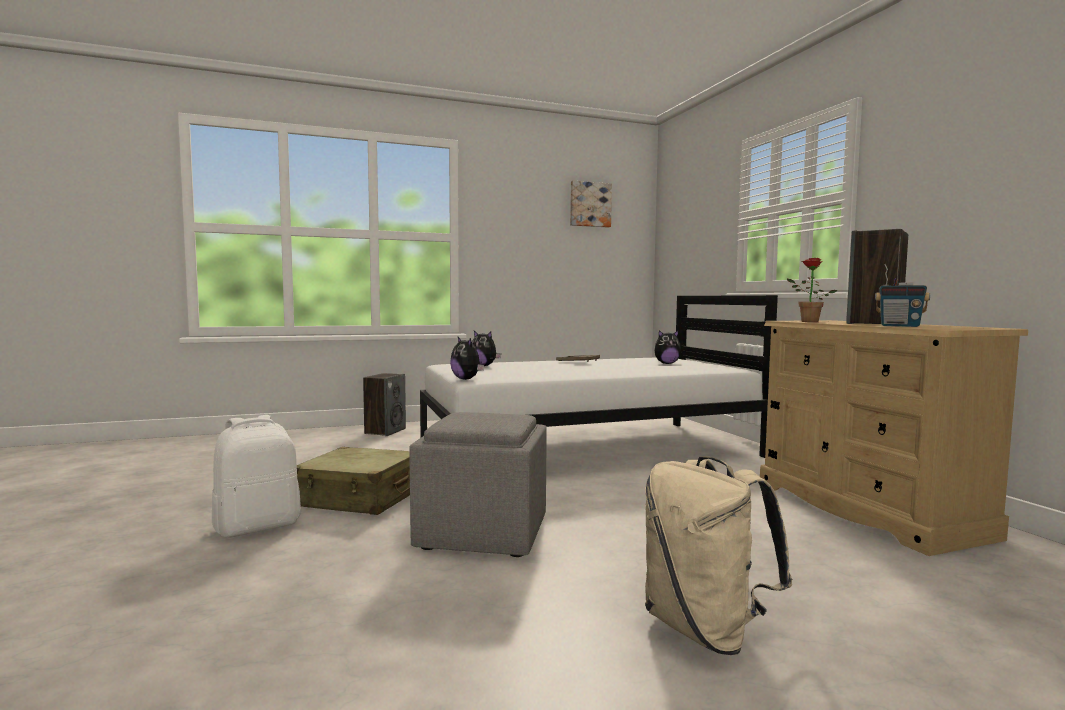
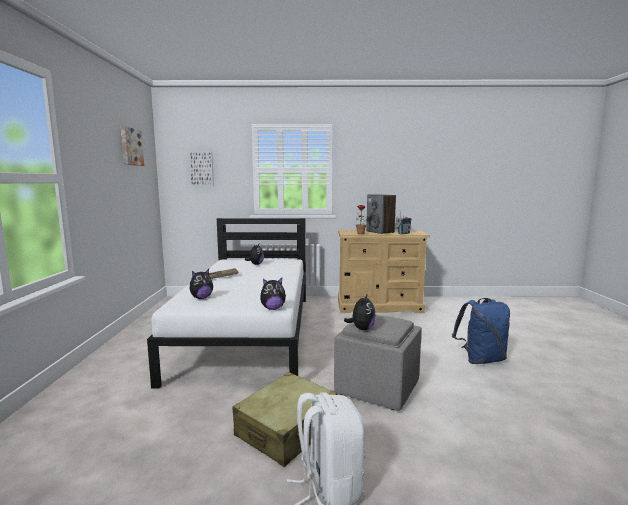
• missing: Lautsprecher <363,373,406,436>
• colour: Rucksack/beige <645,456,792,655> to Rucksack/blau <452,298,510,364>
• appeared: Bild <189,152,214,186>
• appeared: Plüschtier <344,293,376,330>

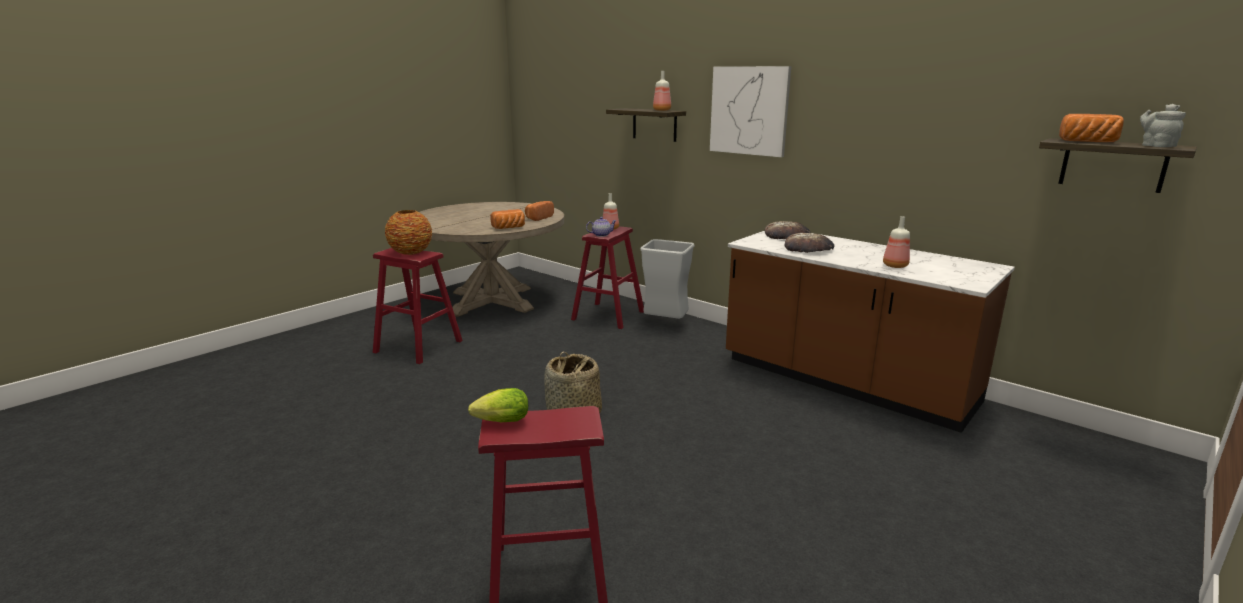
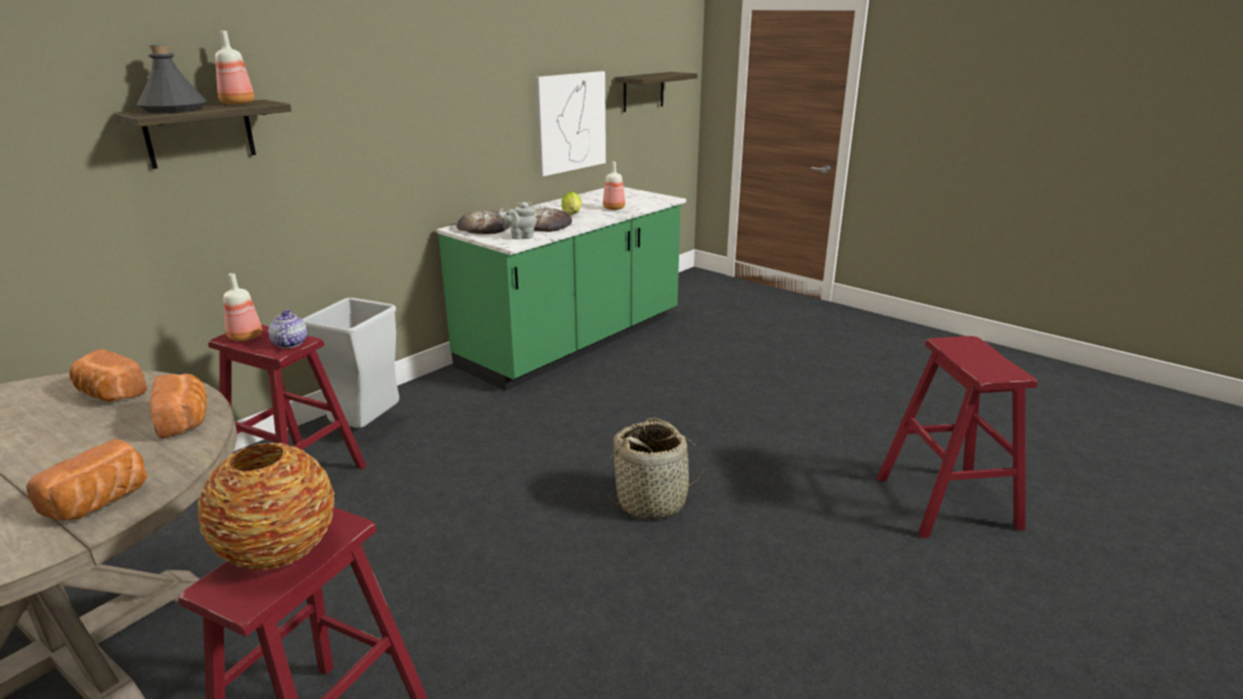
• relocated: Bild <710,66,791,157> to <535,71,606,176>
• relocated: Teekanne/grau <1140,104,1186,147> to <498,202,537,239>
• relocated: Brot <1059,114,1124,142> to <26,439,147,521>
• colour: Küchenzeile/braun <726,231,1015,433> to Küchenzeile/grün <437,187,686,391>
• relocated: Salatkopf <468,388,528,422> to <561,192,582,215>
• appeared: Flasche/grau <137,45,207,113>

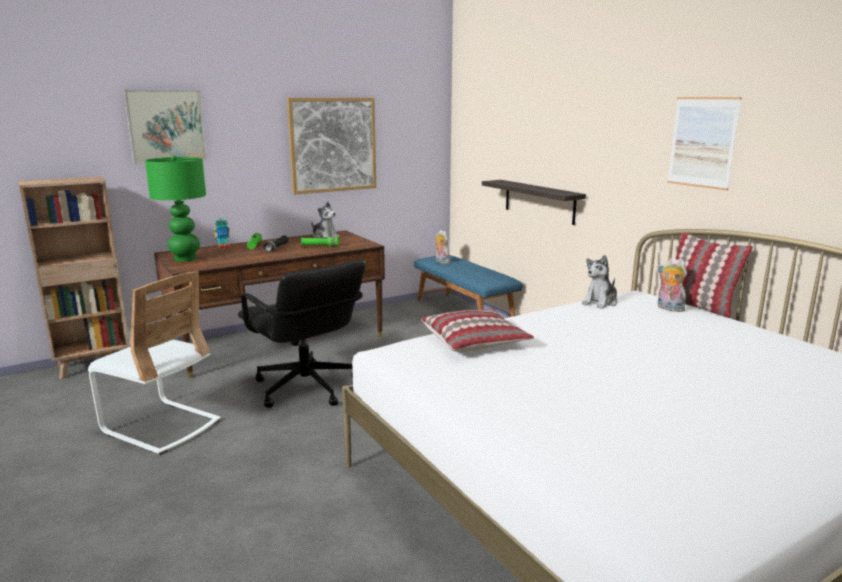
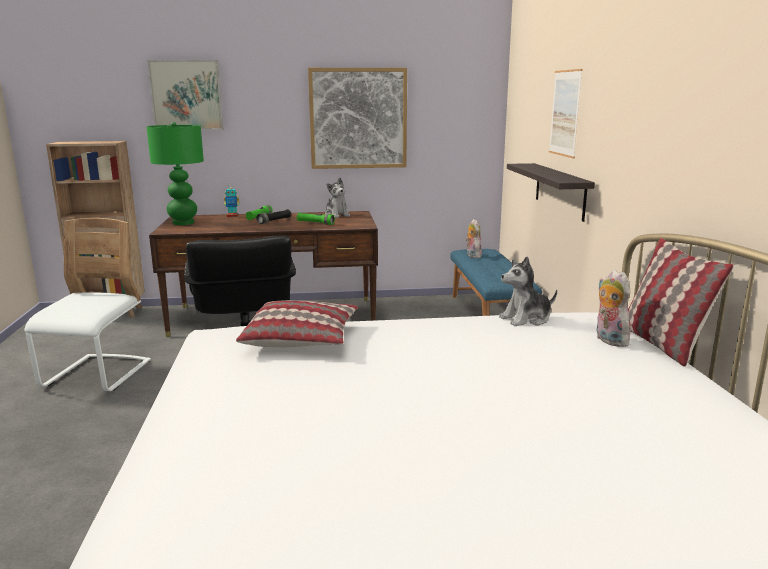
• relocated: Bild <667,97,742,190> to <549,69,582,159>
• spun: Stuhl/weiß <88,271,221,455> = <24,218,151,391> 135 degrees counterclockwise

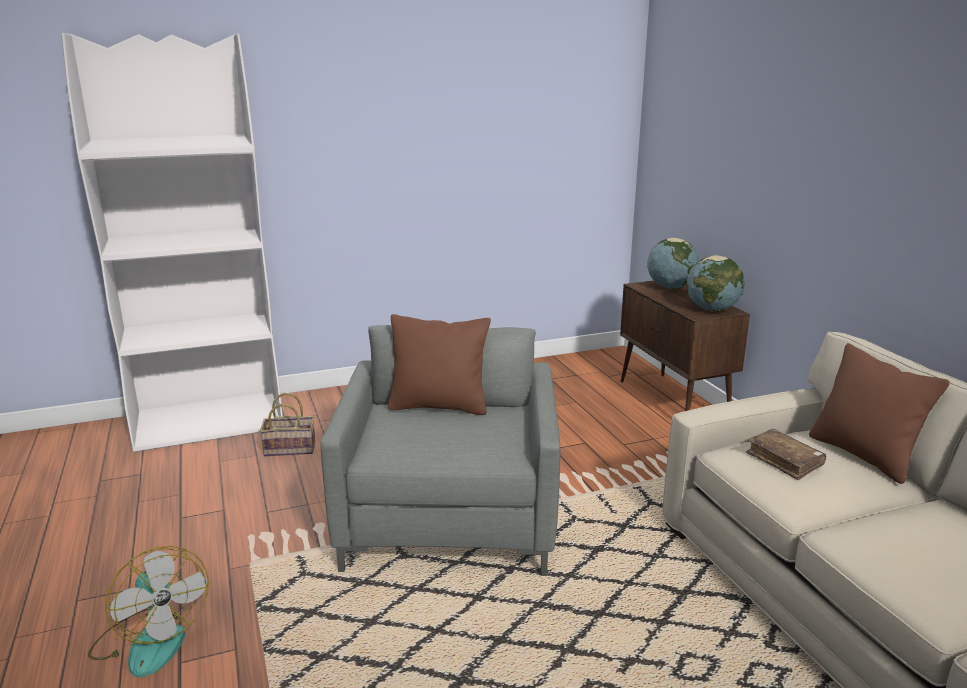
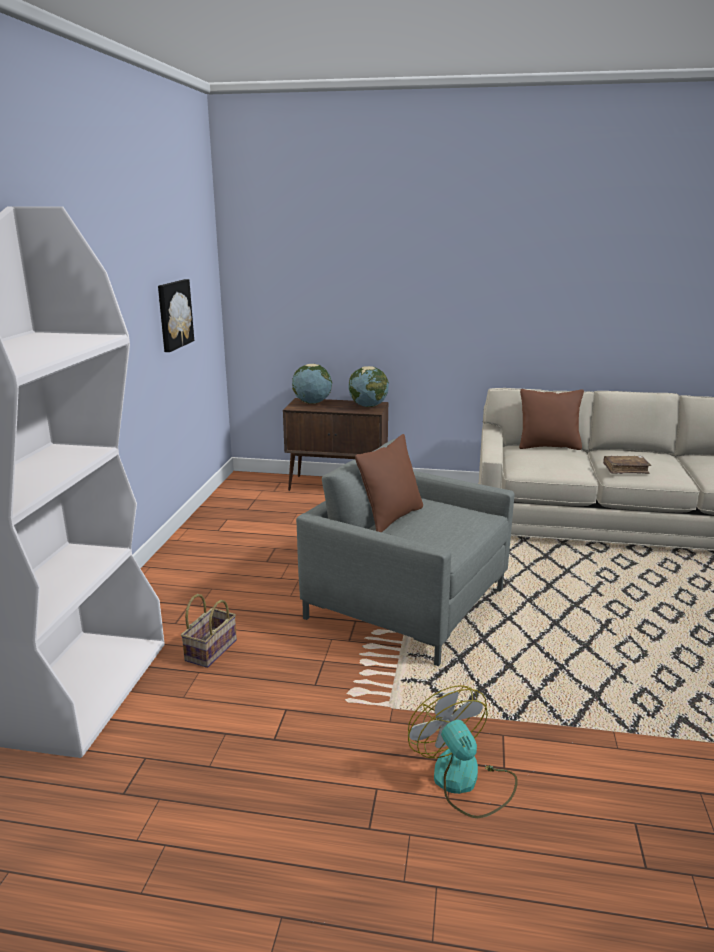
• relocated: Buch/braun <746,429,826,480> to <603,456,651,474>
• spun: Ventilator <88,546,209,677> = <408,685,518,818> 105 degrees counterclockwise
• appeared: Bild <158,279,194,352>

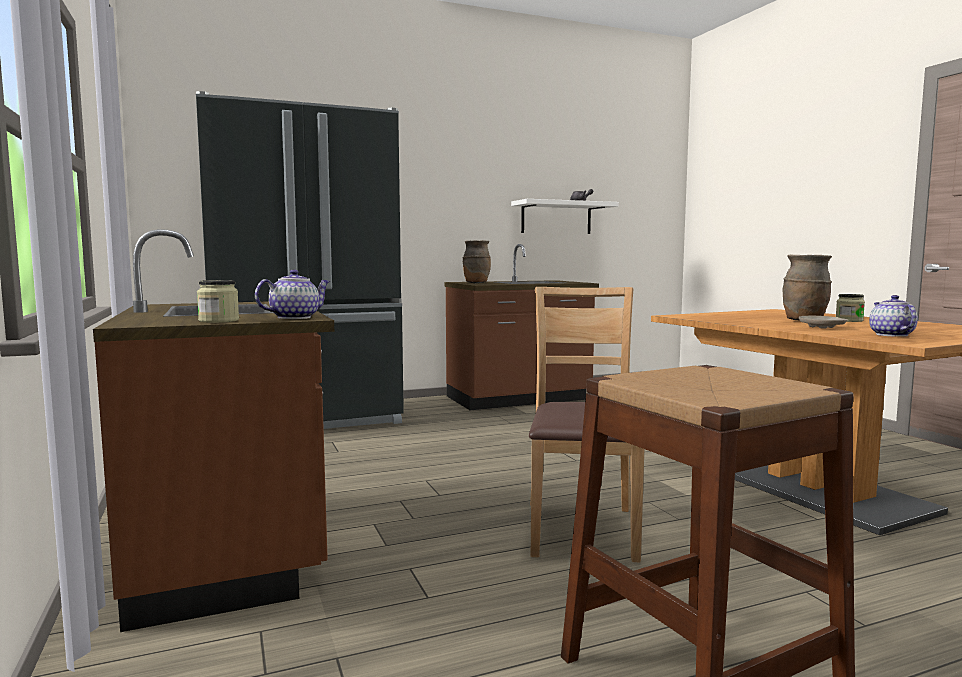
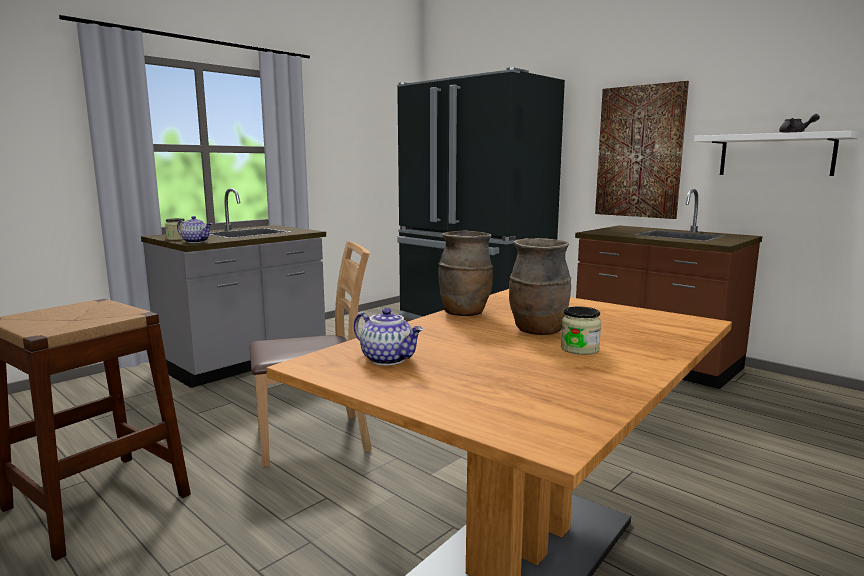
• colour: Küchenzeile/braun <93,229,334,632> to Küchenzeile/grau <141,188,326,388>
• relocated: Vase/braun <463,240,491,283> to <438,230,493,316>
• spun: Teekanne <869,295,918,337> = <354,308,423,366> 60 degrees clockwise
• missing: Teller/beige <799,316,847,329>
• appeared: Bild <595,81,689,219>

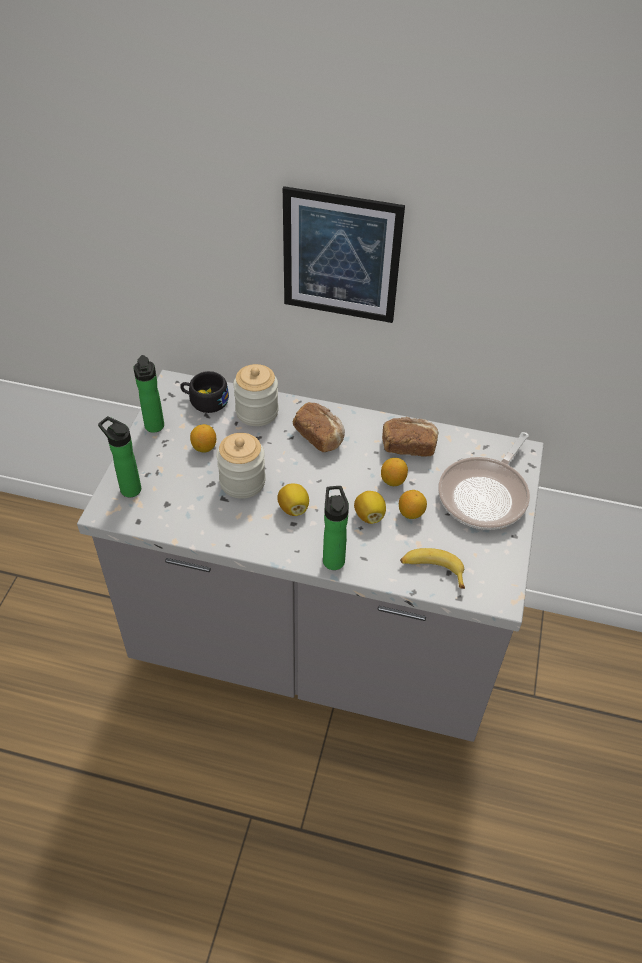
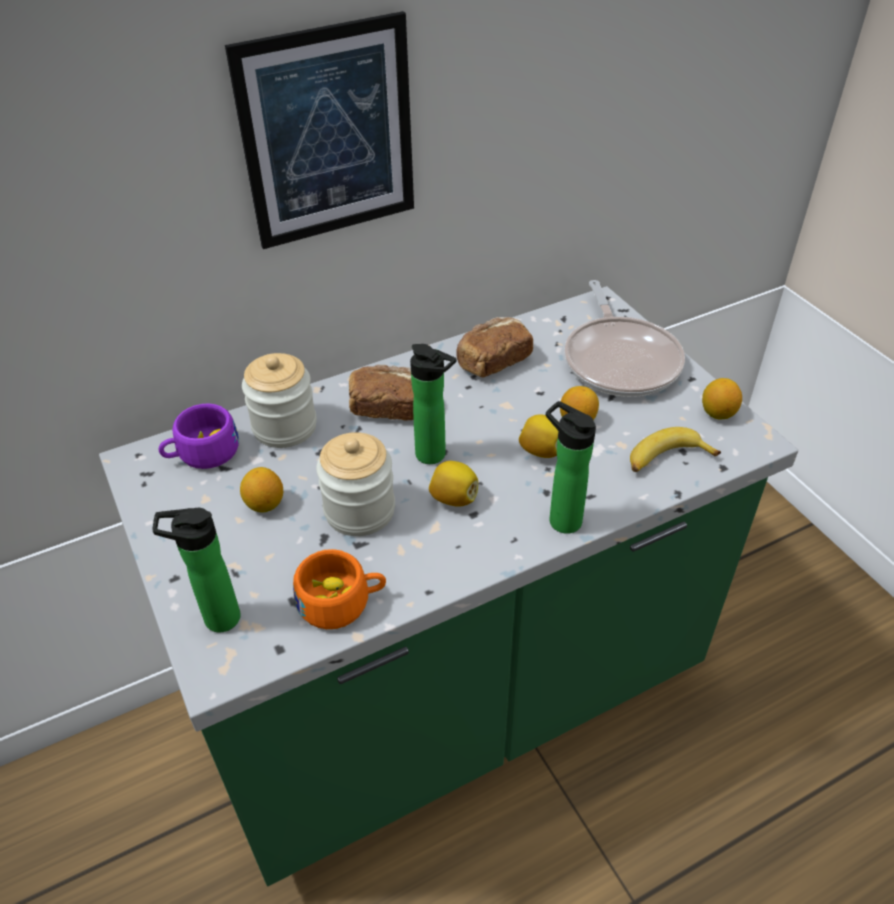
• relocated: Flasche <133,355,164,433> to <410,344,457,464>
• colour: Küchenzeile/grau <77,370,544,742> to Küchenzeile/grün <99,286,798,886>
• colour: Tasse/schwarz <180,371,229,413> to Tasse/lila <159,404,239,469>
• relocated: Zitrone <381,458,408,486> to <702,378,742,420>
• appeared: Tasse/orange <293,549,386,629>

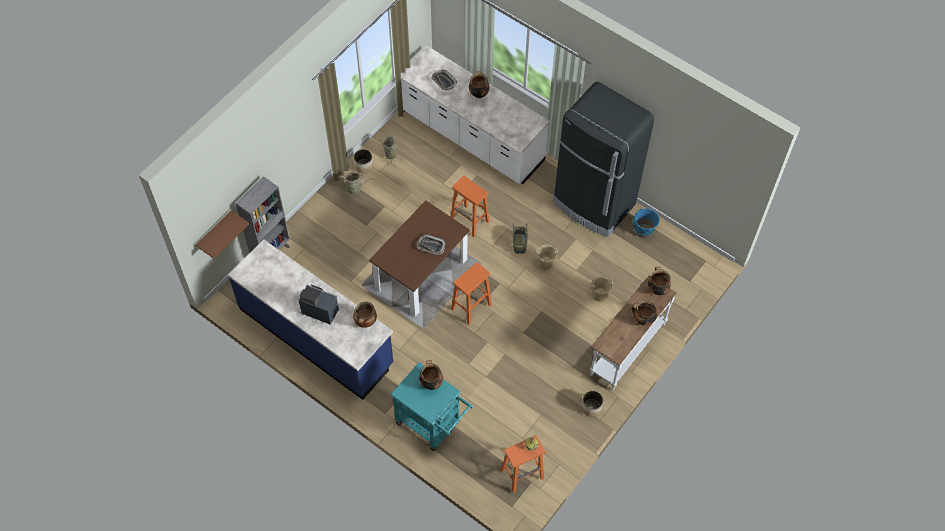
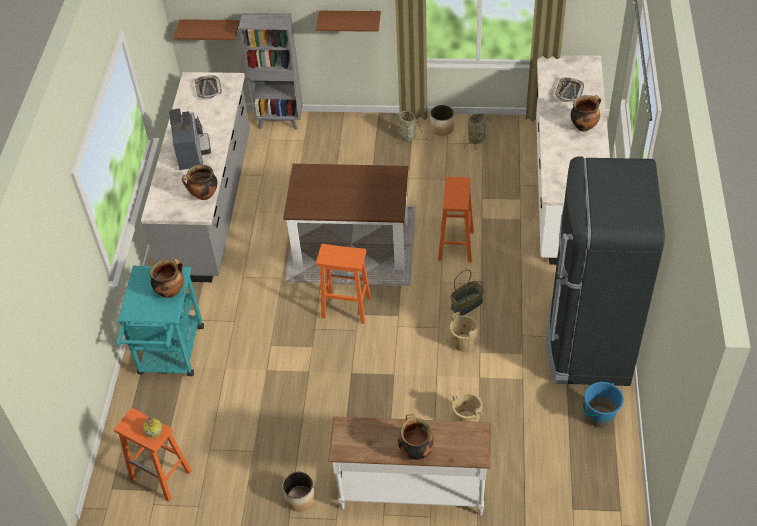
• relocated: Tablett <417,234,445,255> to <194,75,222,99>
• colour: Küchenzeile/blau <228,240,393,400> to Küchenzeile/grau <141,72,250,282>
• missing: Kochtopf <648,267,671,295>
• appeared: Wandregal/braun <316,11,381,32>

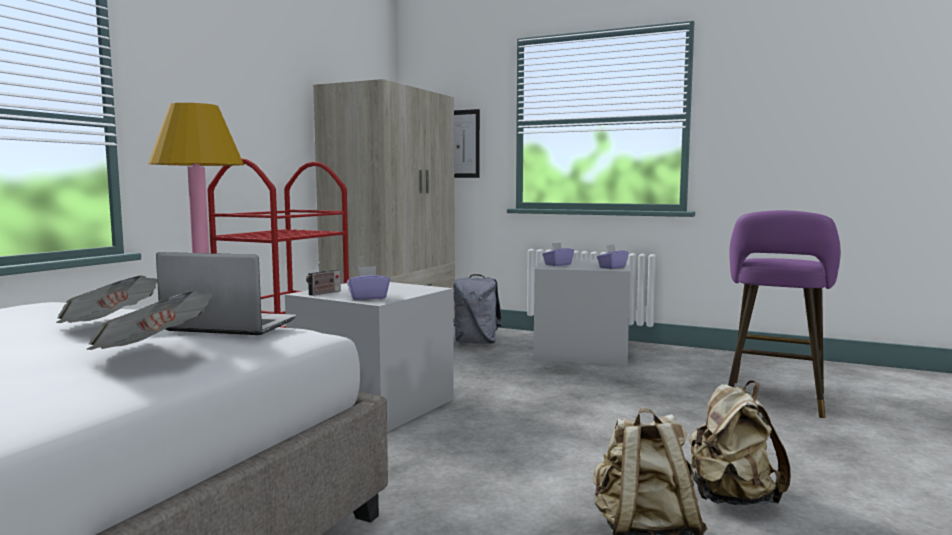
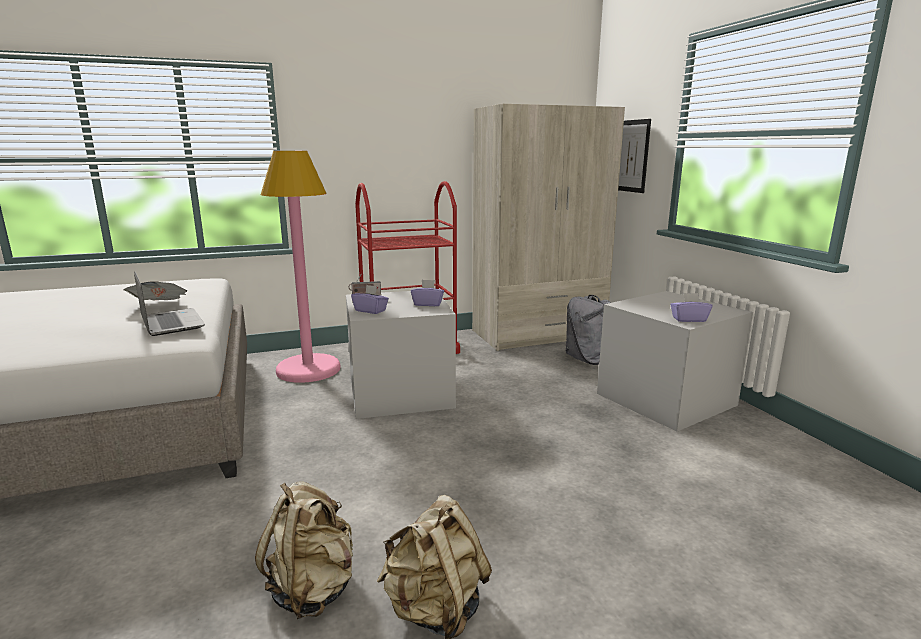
• missing: Hocker/lila <728,210,841,418>
• relocated: Taschentuchbox/lila <542,242,574,266> to <411,280,444,306>
• missing: Zeitung <86,291,212,350>

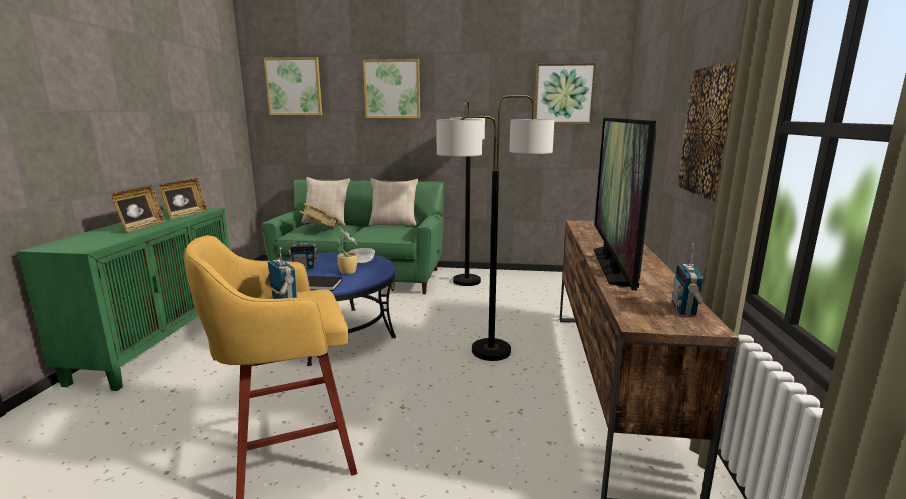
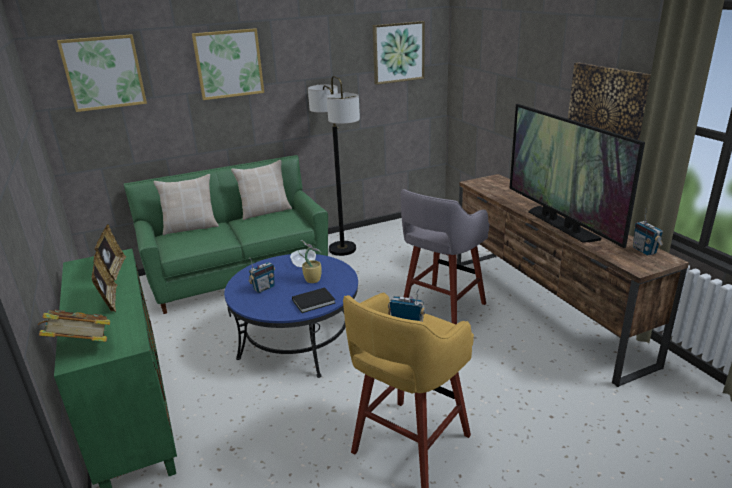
• exchanged: Stehlampe <436,95,554,361> to Hocker/grau <401,189,489,324>
• relocated: Buch <300,202,338,228> to <38,310,110,342>

